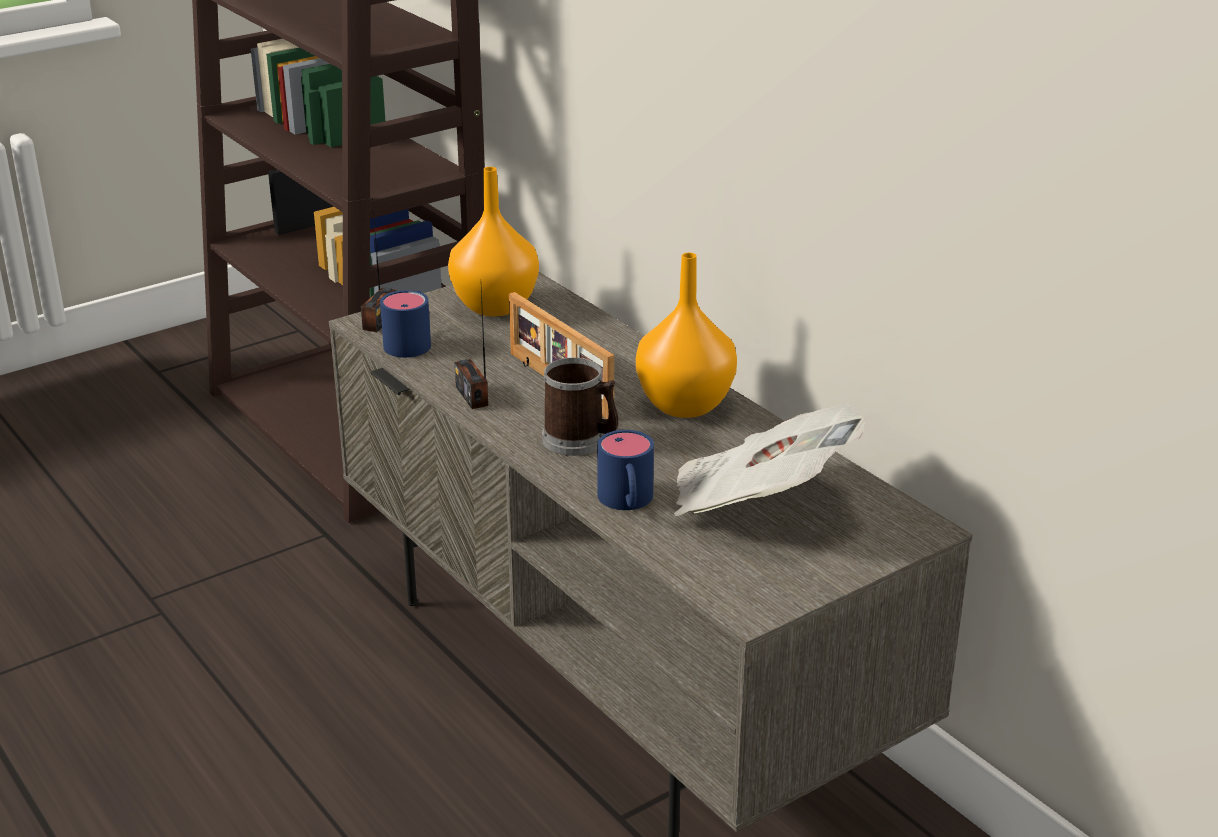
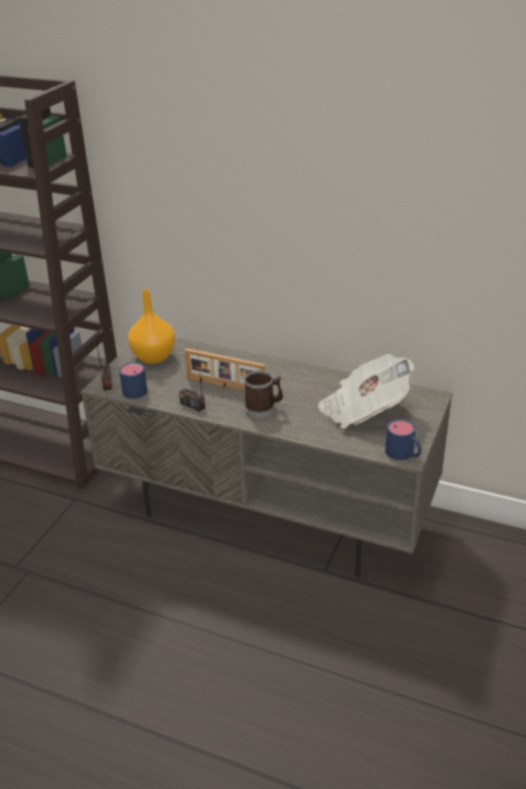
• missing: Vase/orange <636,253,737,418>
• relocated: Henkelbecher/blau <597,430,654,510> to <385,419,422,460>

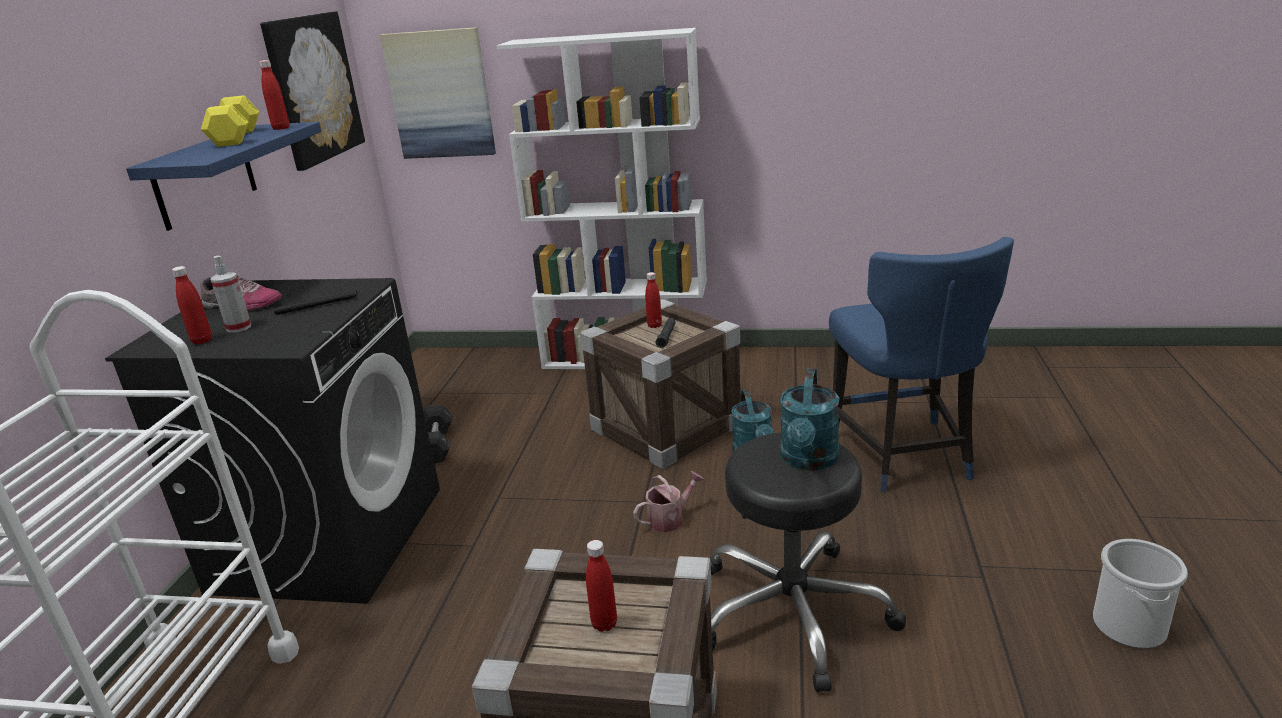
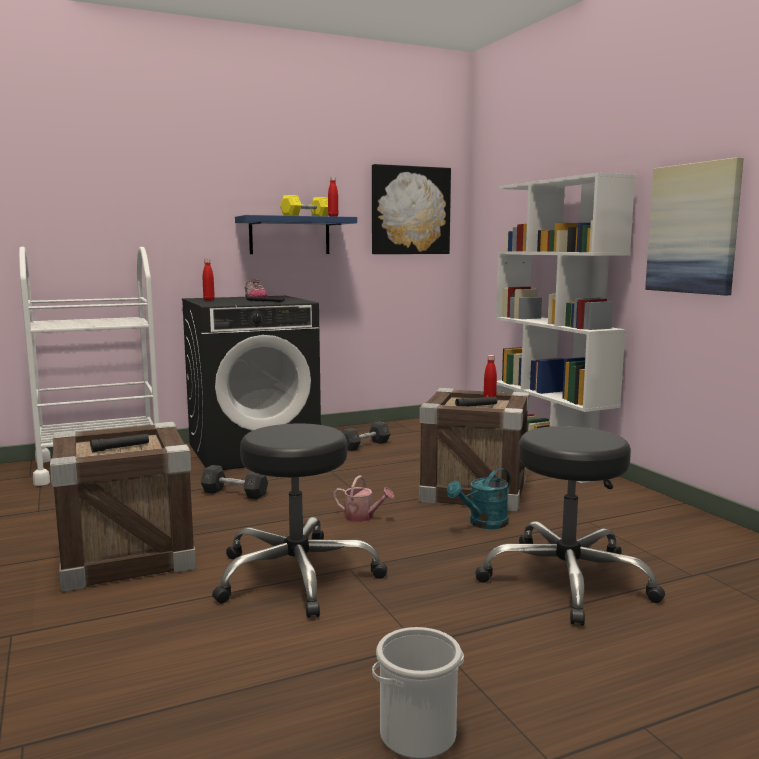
• relocated: Bild <380,27,496,159> to <645,157,744,295>
• exchanged: Stuhl/blau <829,237,1014,492> to Hocker/schwarz <475,426,665,626>
• missing: Sprühflasche <210,256,251,333>
• missing: Gießkanne/türkis <780,368,840,470>
• exchanged: Flasche/rot <586,540,617,632> to Taschenlampe/schwarz <90,434,149,452>
• appeared: Hantel/grau <201,465,268,499>

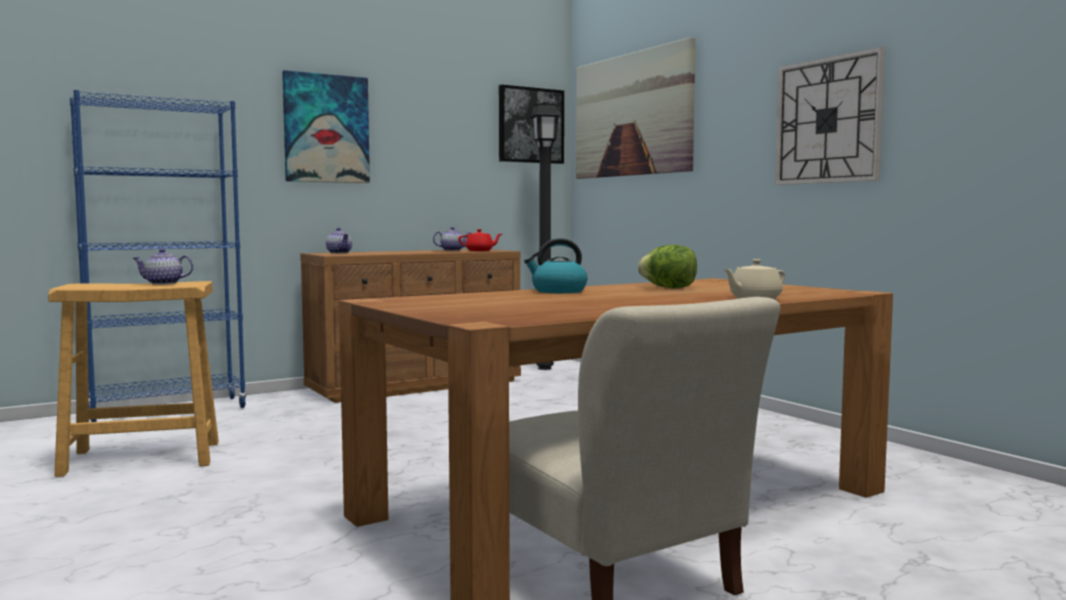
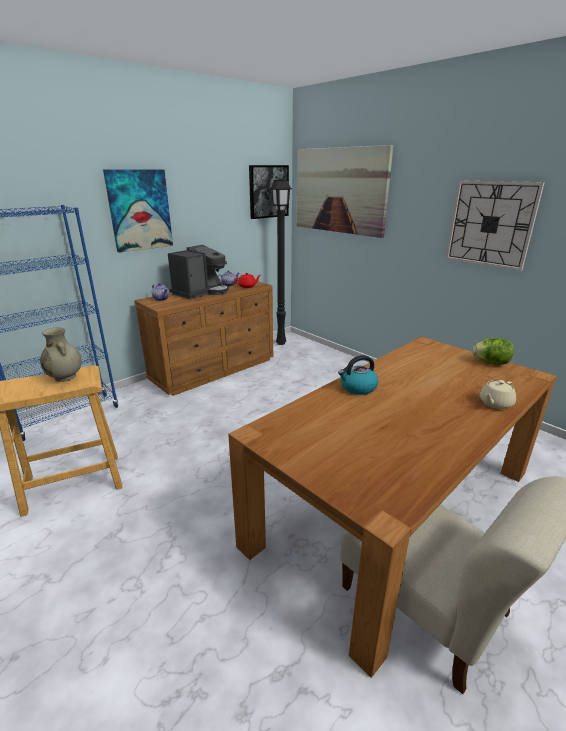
• relocated: Salatkopf <638,245,697,288> to <472,338,514,365>
• exchanged: Teekanne <132,249,193,284> to Vase/beige <40,327,82,382>
• appeared: Kaffeemaschine <168,245,229,299>

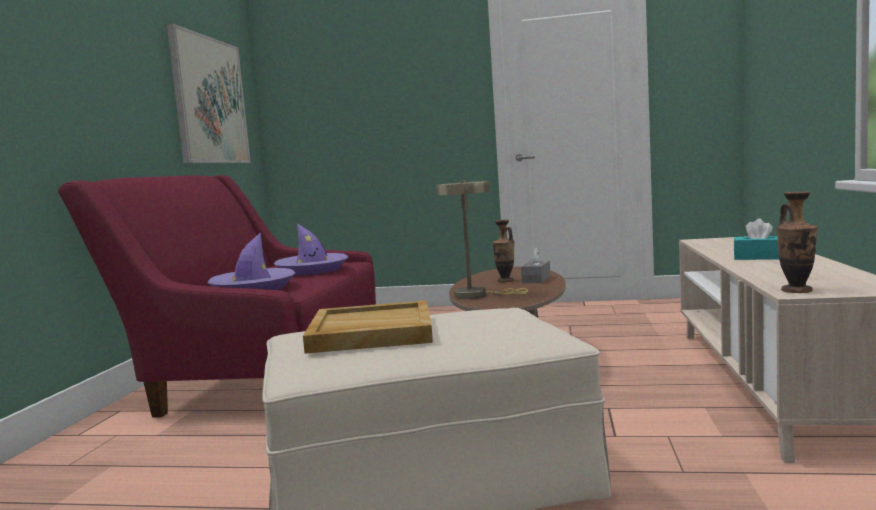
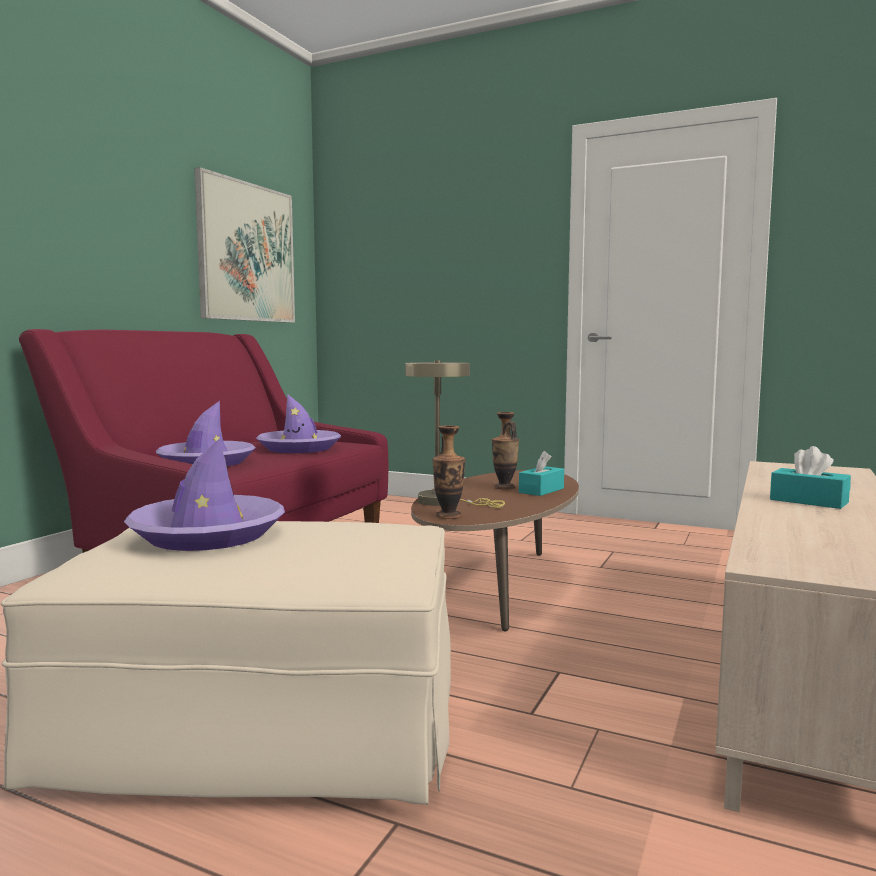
• relocated: Vase <776,192,818,293> to <432,425,466,519>
• colour: Taschentuchbox/grau <521,248,551,283> to Taschentuchbox/türkis <519,451,564,496>
• exchanged: Tablett/beige <303,300,433,354> to Hut/lila <124,439,285,551>

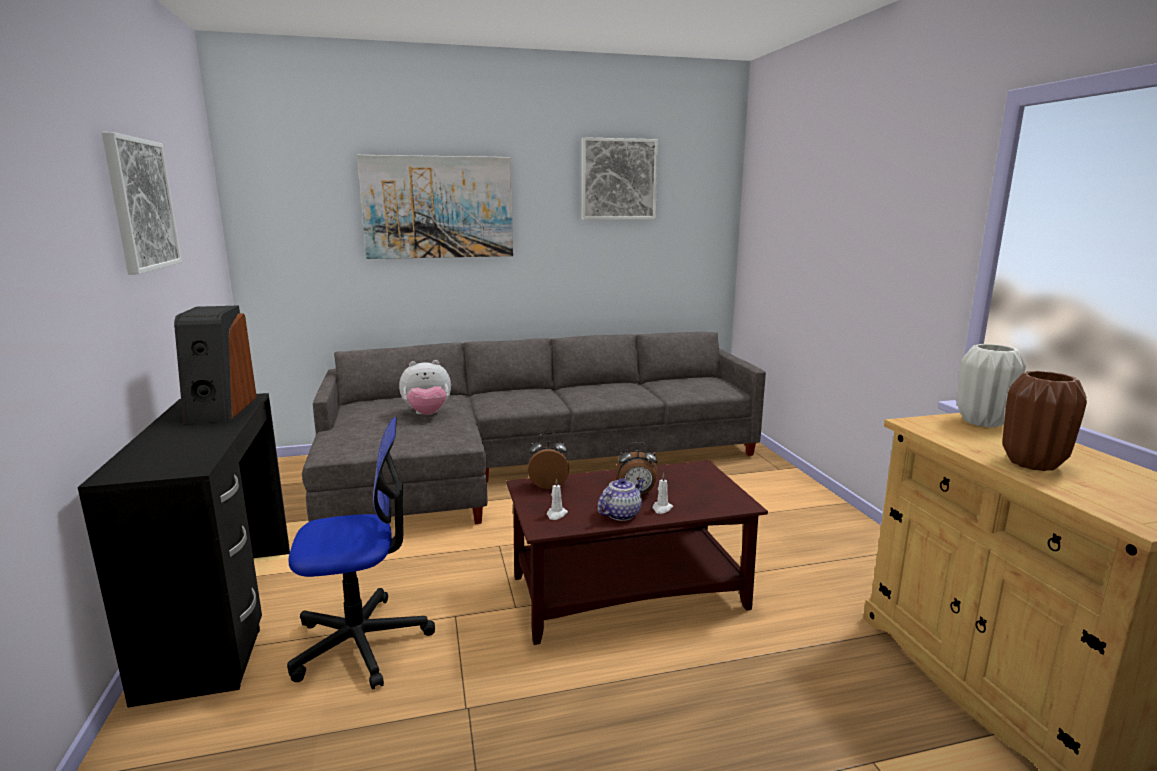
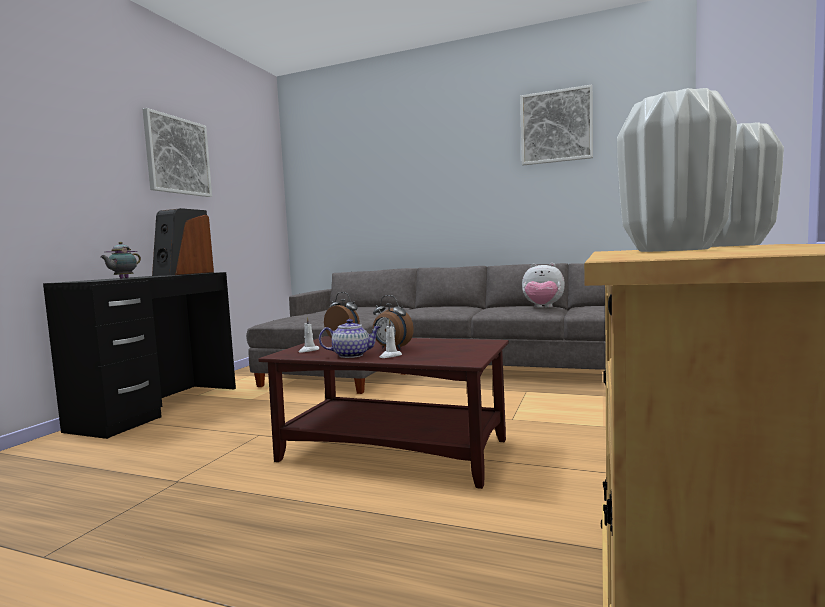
• missing: Bild <357,155,513,259>
• relocated: Plüschtier <399,360,451,415> to <522,263,565,308>
• colour: Vase/braun <1002,371,1087,471> to Vase/weiß <617,88,737,252>
• missing: Bürostuhl <287,417,435,690>
• appeared: Teekanne <100,242,141,279>

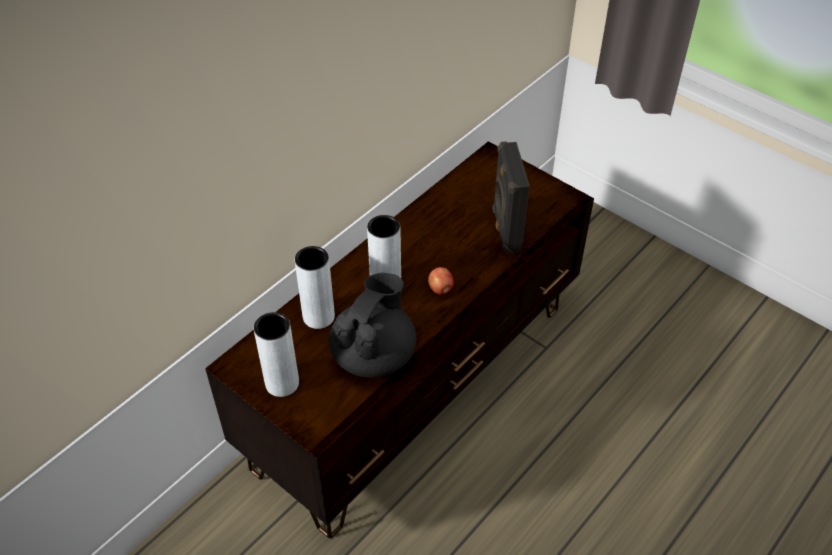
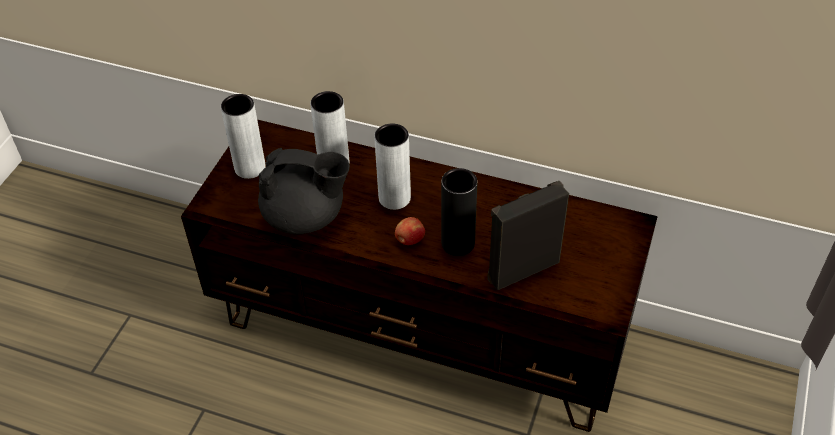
• appeared: Vase/schwarz <441,168,477,256>

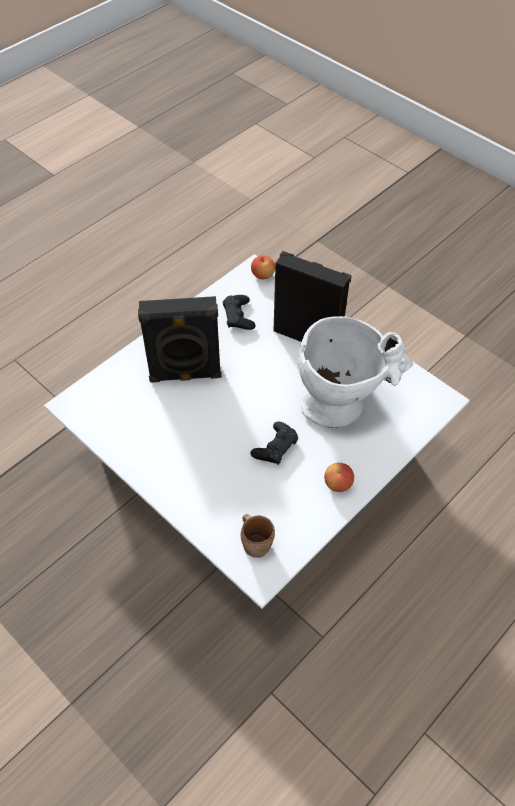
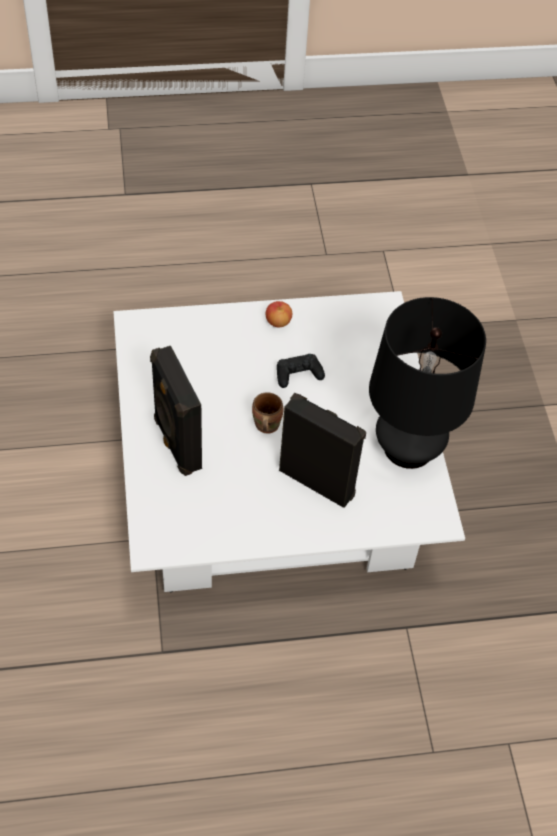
• missing: Apfel <251,256,275,279>
• missing: Gamepad/schwarz <223,295,256,330>
• missing: Vase/weiß <298,316,413,428>
• relocated: Henkelbecher/braun <241,514,275,558> to <252,392,284,434>
• appeared: Tischlampe/schwarz <369,297,486,469>

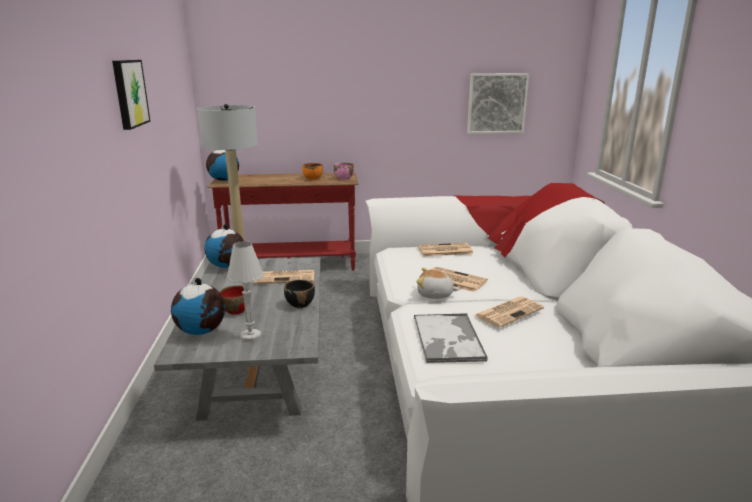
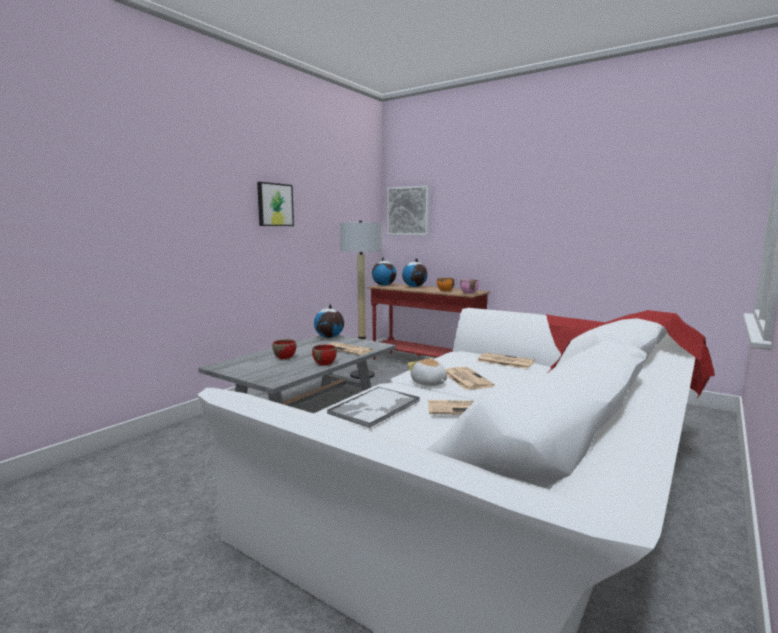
• relocated: Bild <467,73,529,134> to <387,185,429,235>
• missing: Tischlampe/weiß <227,241,264,342>
• relocated: Globus <171,278,225,335> to <402,258,428,287>
• colour: Schüssel/schwarz <284,280,315,308> to Schüssel/rot <312,344,337,365>

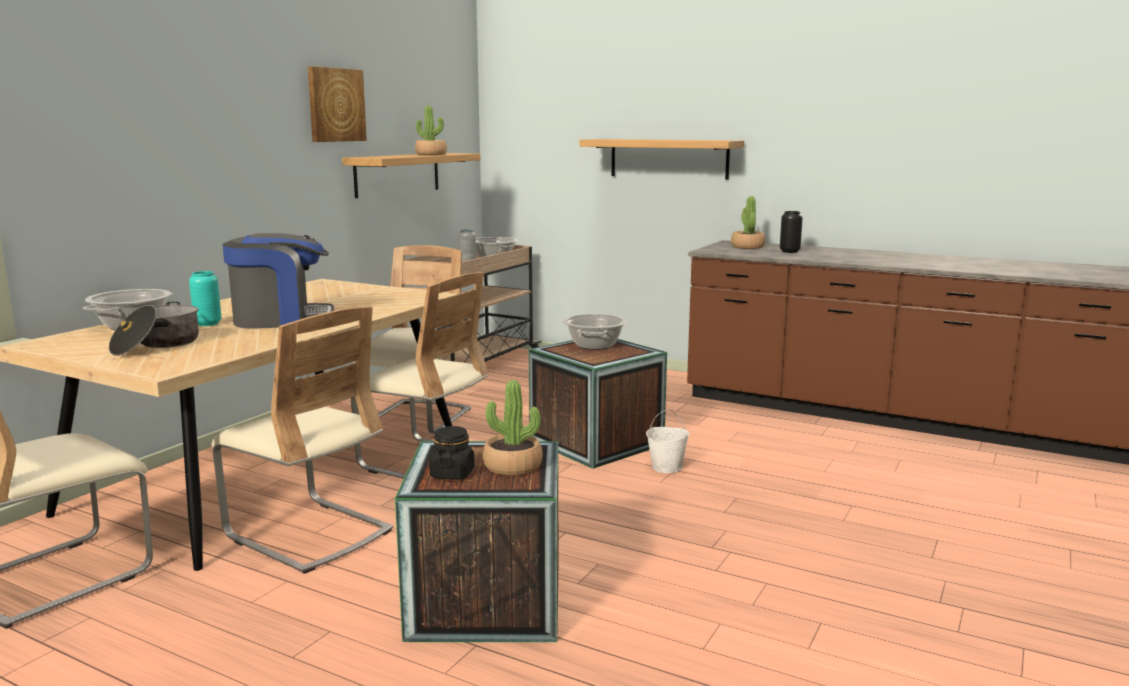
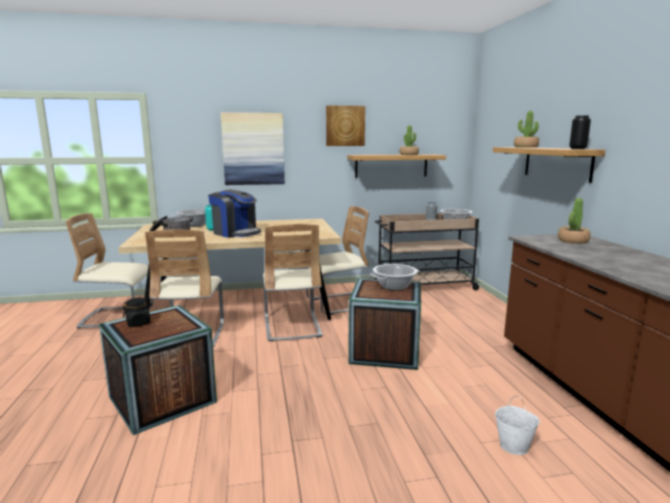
• relocated: Vase/schwarz <780,211,803,253> to <569,115,591,149>
• relocated: Topfpflanze <482,380,543,476> to <514,111,539,148>
• relocated: Eimer/weiß <646,409,689,473> to <495,396,540,455>
• appeared: Bild <221,112,285,185>

